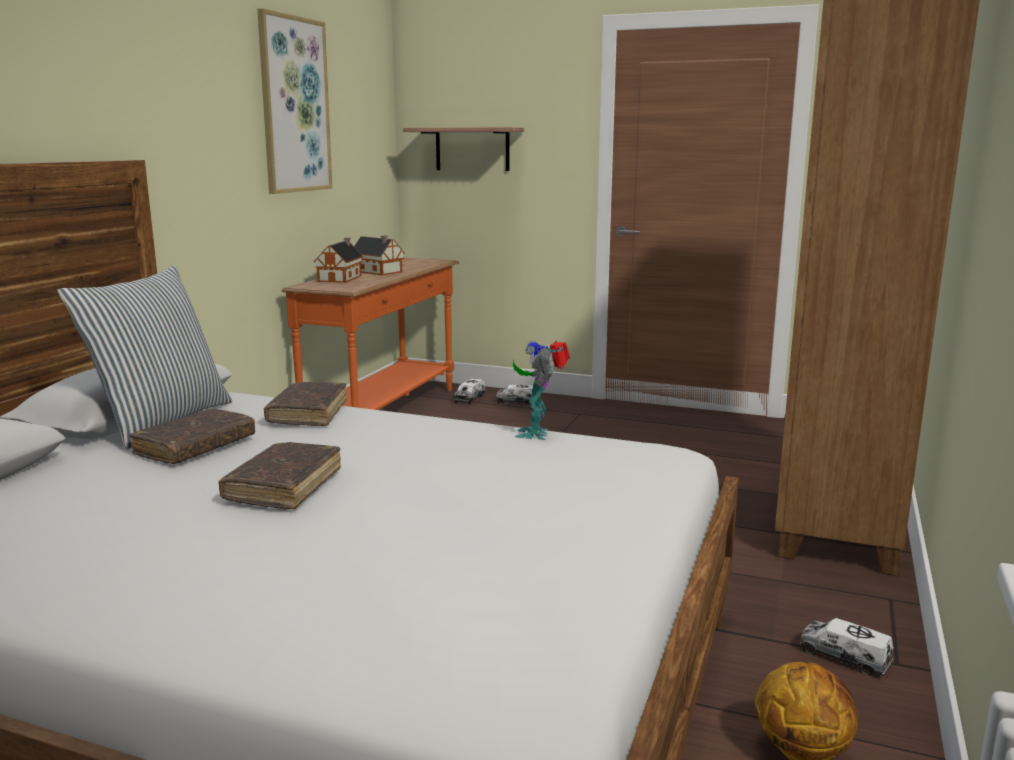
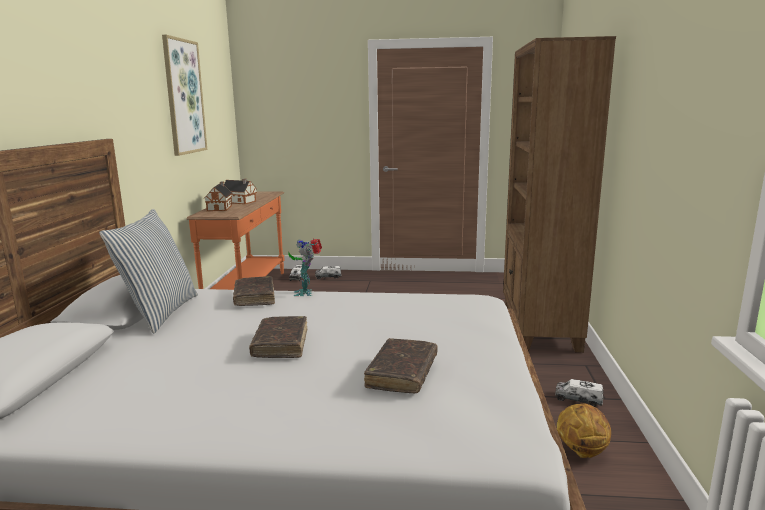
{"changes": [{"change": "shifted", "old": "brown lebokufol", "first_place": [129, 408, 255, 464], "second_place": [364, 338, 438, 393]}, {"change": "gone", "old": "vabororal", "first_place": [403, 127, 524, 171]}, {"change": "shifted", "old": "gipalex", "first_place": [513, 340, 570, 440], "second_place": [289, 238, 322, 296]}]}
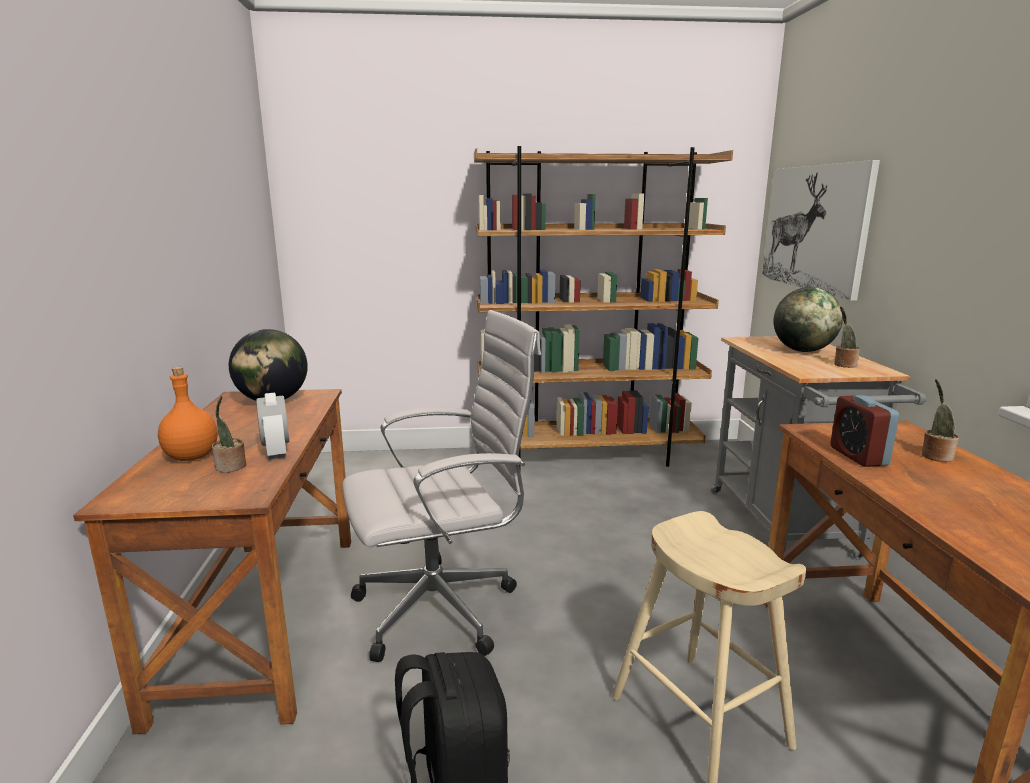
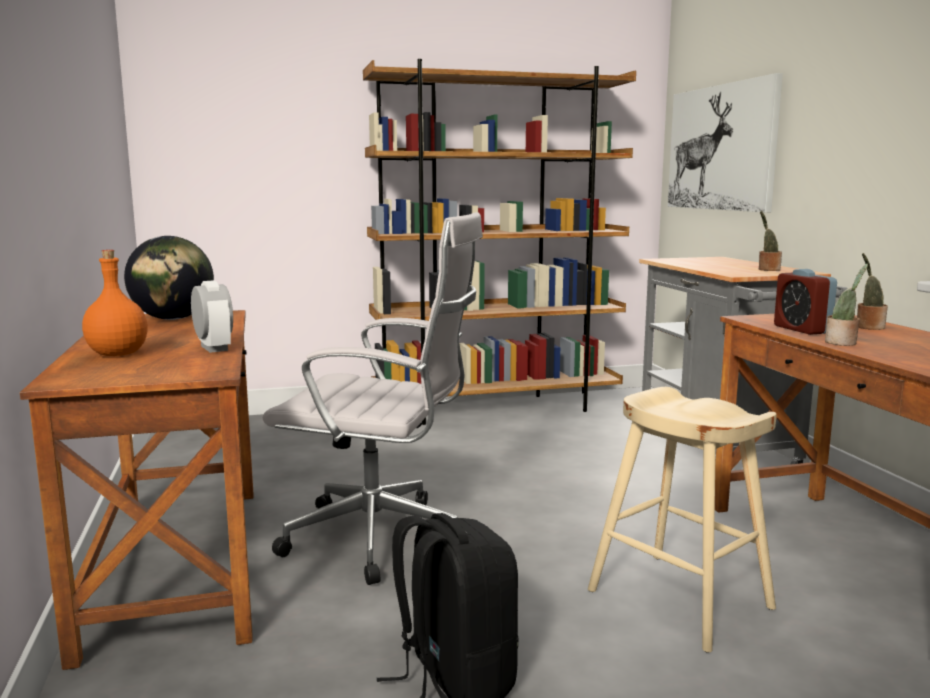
{"changes": [{"change": "shifted", "old": "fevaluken", "first_place": [212, 395, 246, 472], "second_place": [825, 264, 868, 346]}, {"change": "rotated", "old": "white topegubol", "first_place": [342, 310, 541, 662], "second_place": [263, 212, 483, 585], "degrees": 45}, {"change": "gone", "old": "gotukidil", "first_place": [773, 287, 843, 352]}]}
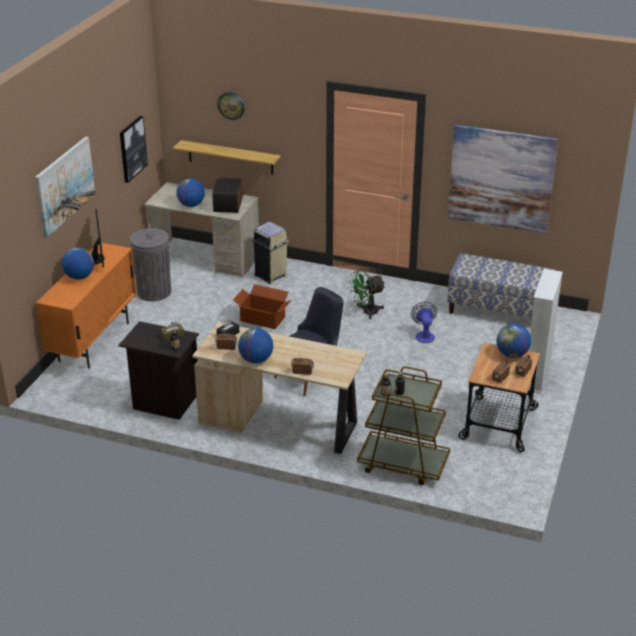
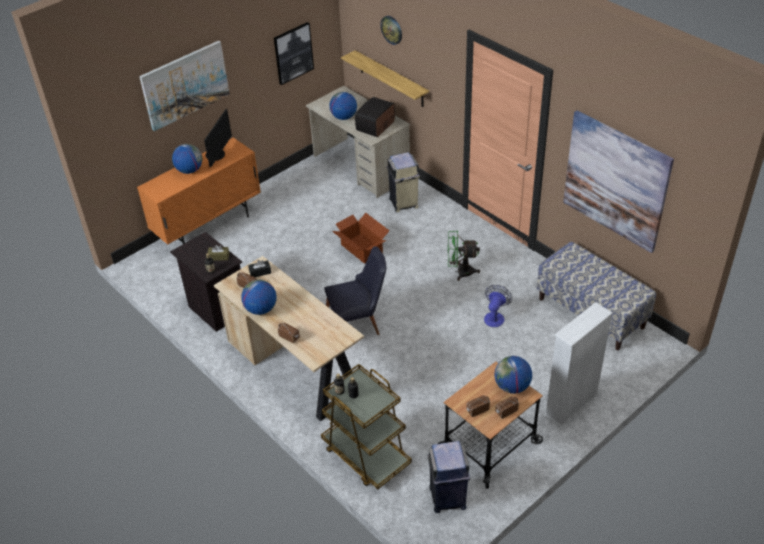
{"changes": [{"change": "gone", "old": "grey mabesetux", "first_place": [130, 228, 171, 301]}, {"change": "new", "new": "blue mabesetux", "second_place": [428, 441, 470, 513]}]}
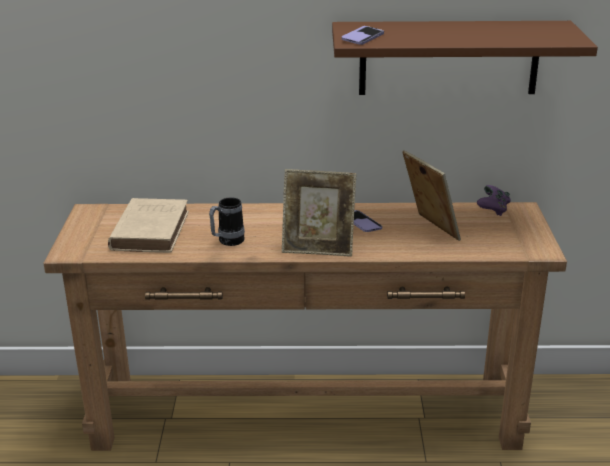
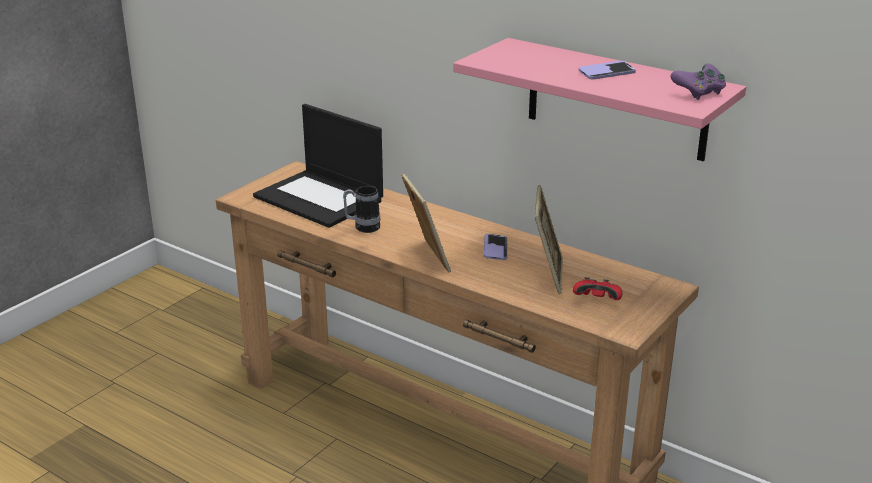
{"changes": [{"change": "swapped", "old": "beige lebokufol", "new": "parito", "first_place": [108, 198, 189, 253], "second_place": [253, 104, 383, 228]}, {"change": "rotated", "old": "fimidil", "first_place": [282, 169, 357, 257], "second_place": [401, 173, 451, 272], "degrees": -150}, {"change": "repainted", "old": "brown vabororal", "new": "pink vabororal", "first_place": [332, 21, 598, 95], "second_place": [453, 38, 746, 161]}, {"change": "shifted", "old": "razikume", "first_place": [342, 26, 384, 45], "second_place": [579, 61, 636, 79]}, {"change": "shifted", "old": "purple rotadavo", "first_place": [477, 185, 511, 216], "second_place": [671, 63, 726, 100]}, {"change": "new", "new": "red rotadavo", "second_place": [573, 277, 622, 300]}]}
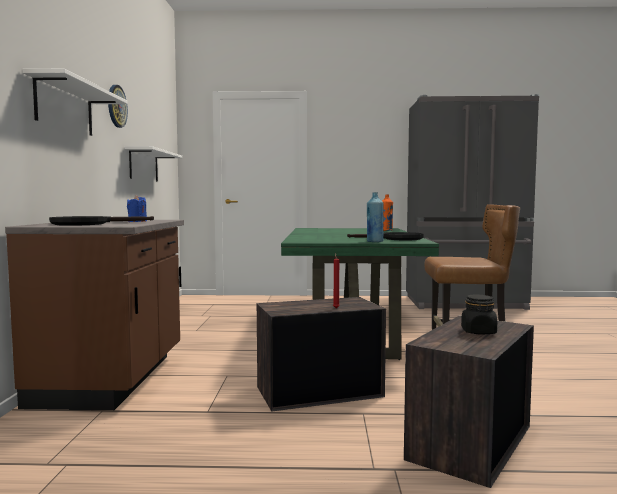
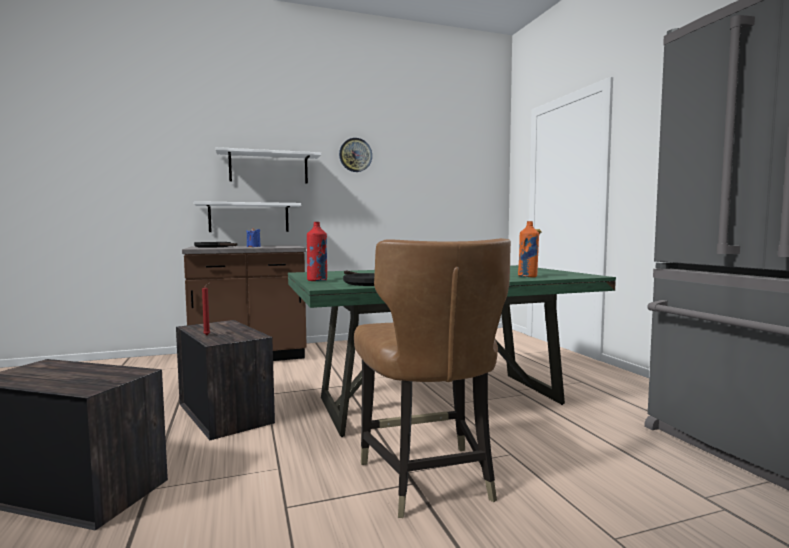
{"changes": [{"change": "shifted", "old": "white vabororal", "first_place": [125, 146, 182, 182], "second_place": [194, 201, 301, 232]}, {"change": "repainted", "old": "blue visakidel", "new": "red visakidel", "first_place": [367, 192, 384, 242], "second_place": [307, 222, 327, 281]}, {"change": "gone", "old": "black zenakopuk", "first_place": [461, 294, 497, 335]}]}
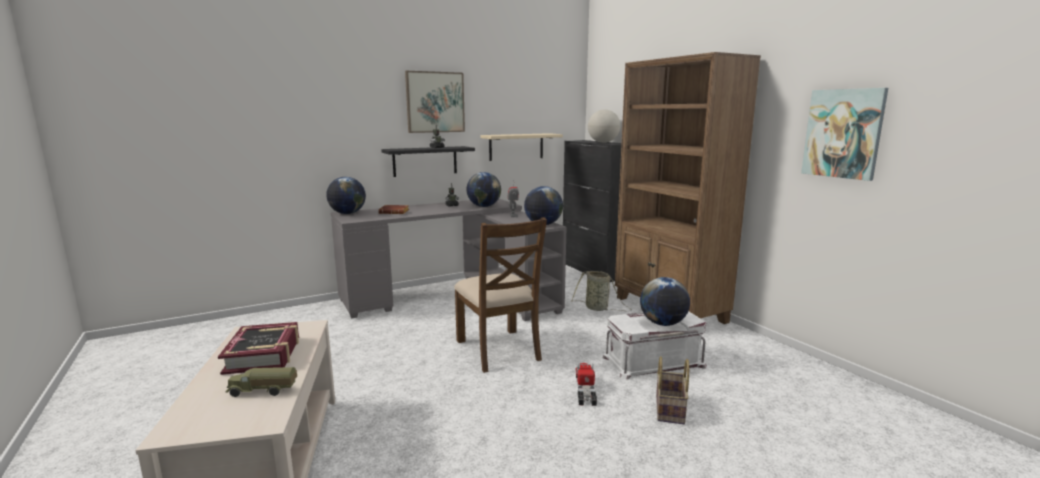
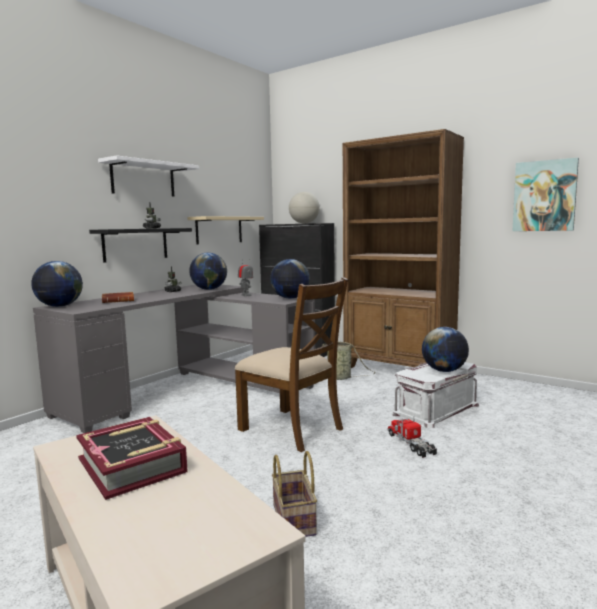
{"changes": [{"change": "gone", "old": "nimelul", "first_place": [225, 367, 297, 397]}, {"change": "swapped", "old": "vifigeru", "new": "white vabororal", "first_place": [405, 71, 465, 133], "second_place": [98, 155, 199, 197]}, {"change": "shifted", "old": "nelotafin", "first_place": [656, 356, 689, 424], "second_place": [272, 451, 317, 537]}]}
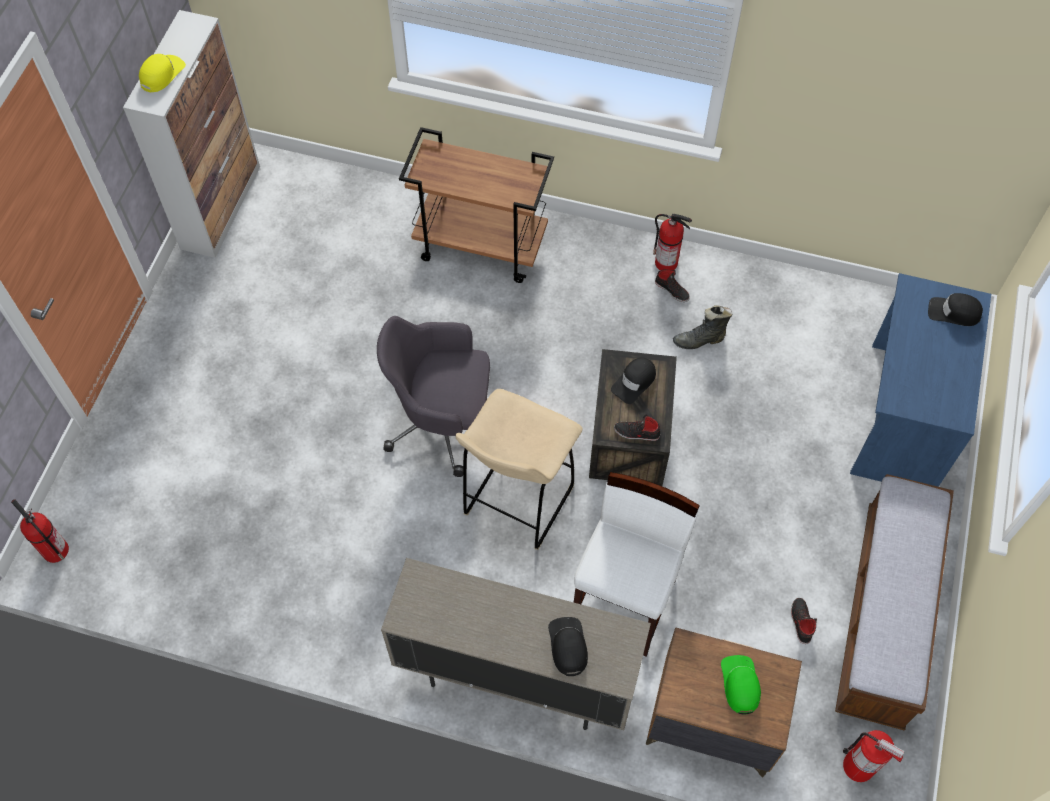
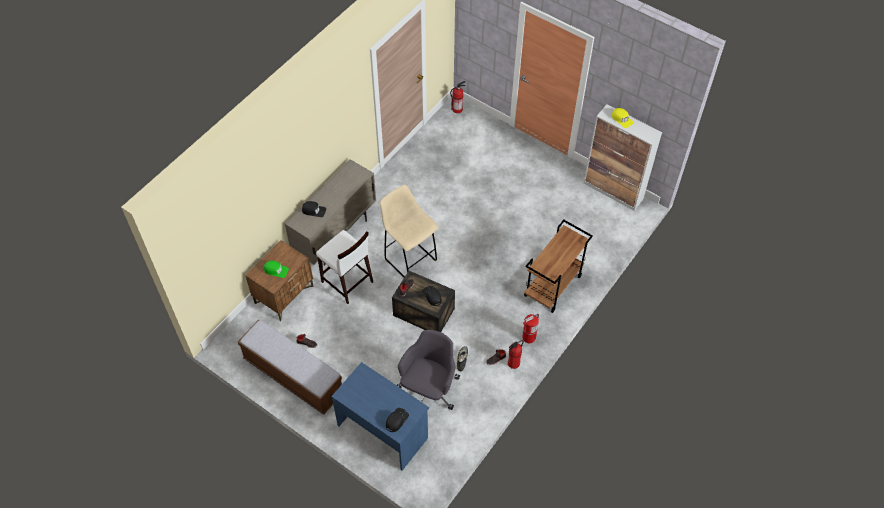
{"changes": [{"change": "shifted", "old": "grey topegubol", "first_place": [377, 316, 490, 477], "second_place": [397, 330, 460, 410]}, {"change": "shifted", "old": "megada", "first_place": [843, 730, 905, 782], "second_place": [522, 314, 539, 343]}]}
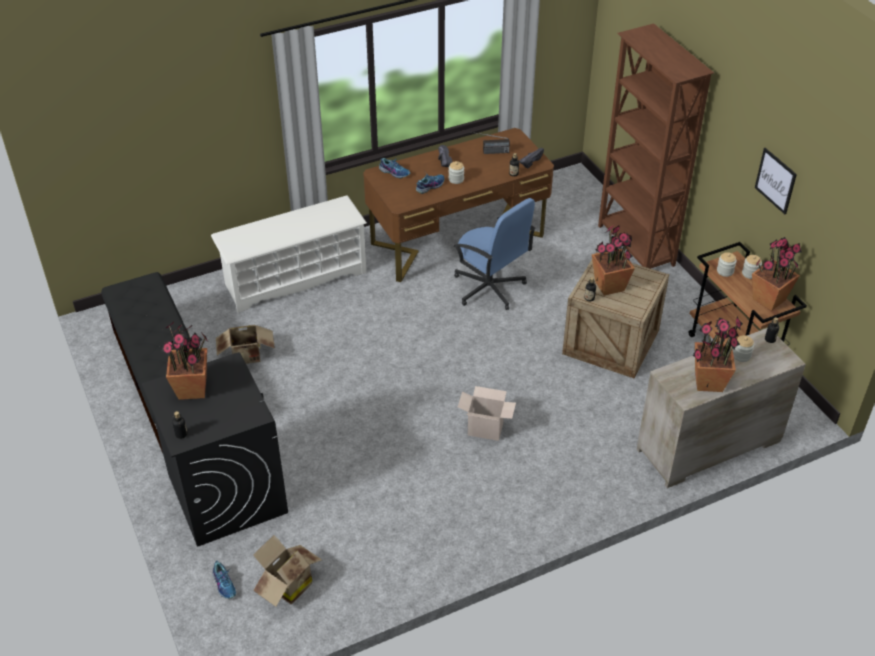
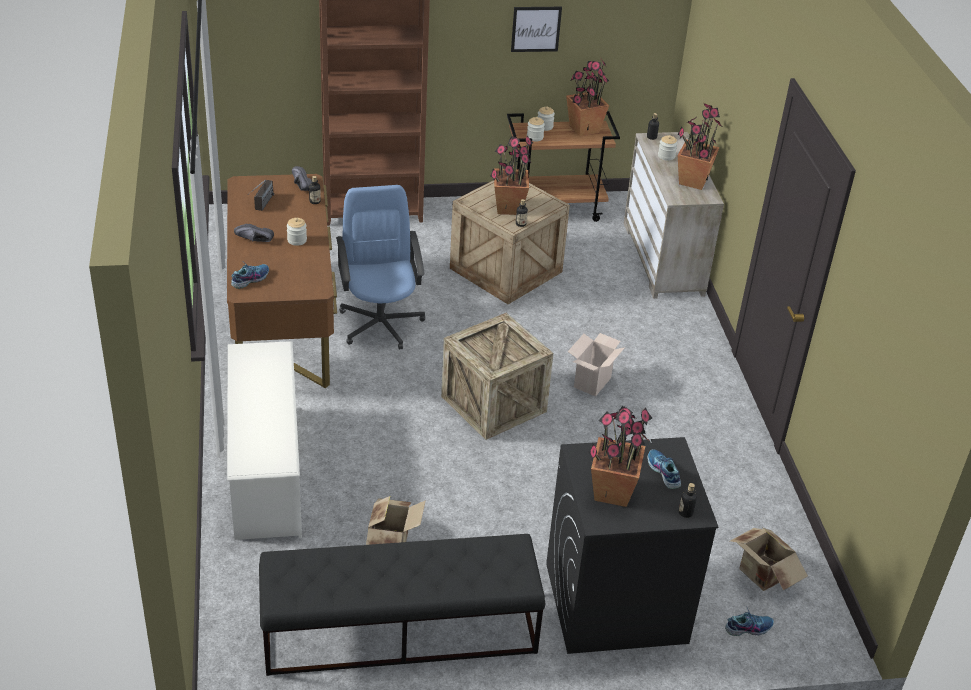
{"changes": [{"change": "shifted", "old": "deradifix", "first_place": [416, 172, 444, 194], "second_place": [647, 450, 681, 489]}, {"change": "rotated", "old": "blue topegubol", "first_place": [454, 198, 536, 310], "second_place": [336, 185, 425, 350], "degrees": -75}, {"change": "new", "new": "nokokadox", "second_place": [441, 313, 553, 440]}]}
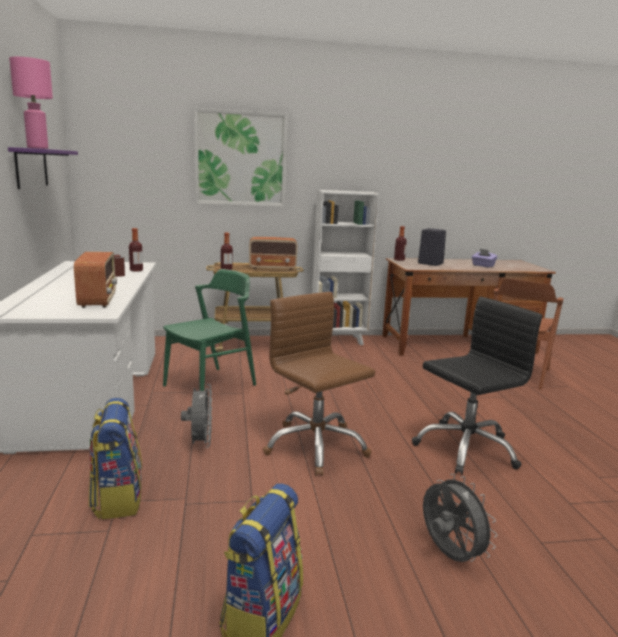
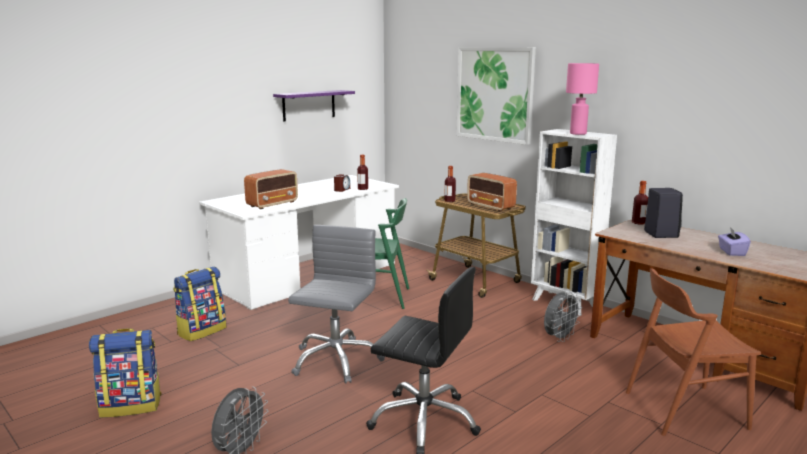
{"changes": [{"change": "shifted", "old": "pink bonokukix", "first_place": [9, 57, 53, 149], "second_place": [566, 63, 599, 135]}, {"change": "shifted", "old": "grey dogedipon", "first_place": [181, 384, 212, 448], "second_place": [544, 292, 582, 342]}, {"change": "repainted", "old": "brown topegubol", "new": "grey topegubol", "first_place": [263, 292, 375, 476], "second_place": [288, 225, 385, 384]}]}
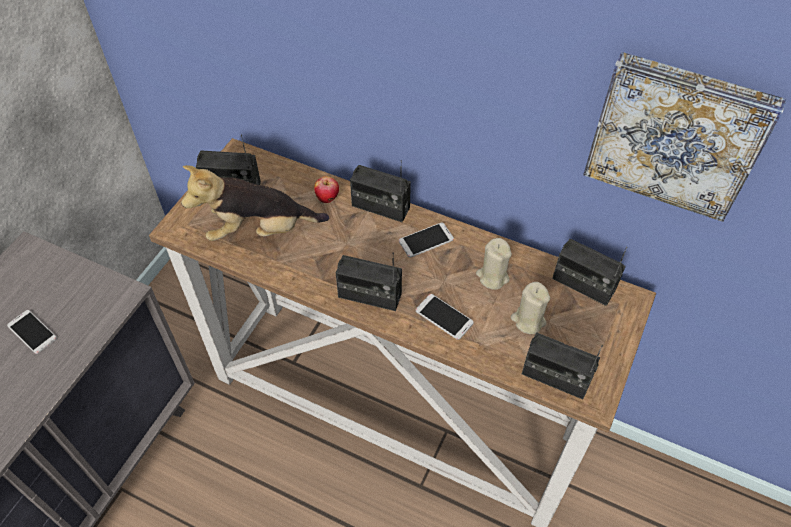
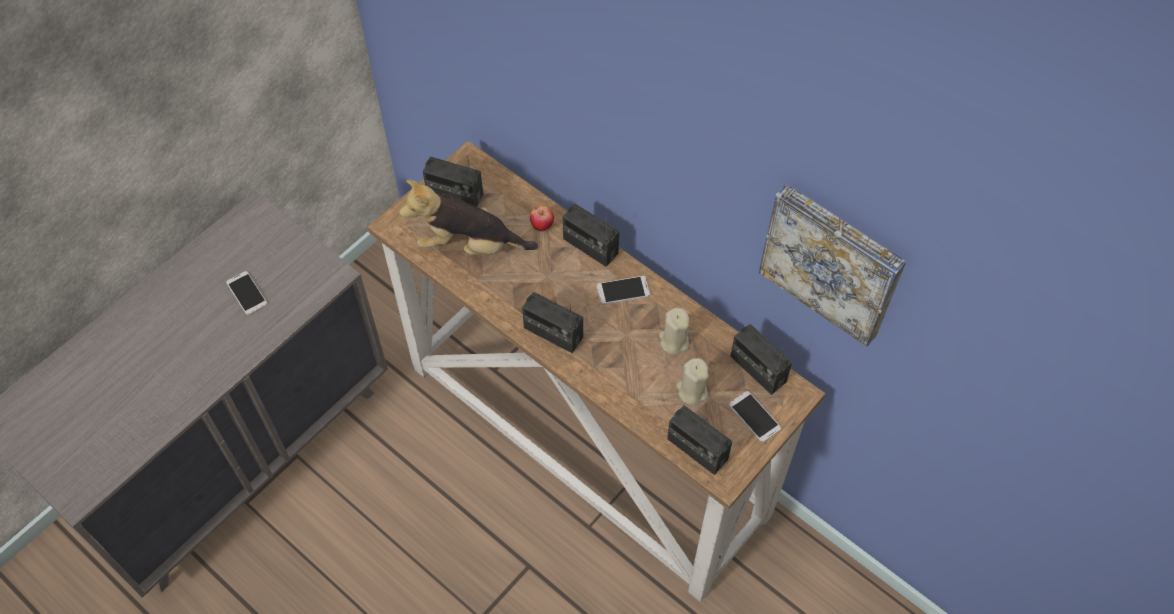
{"changes": [{"change": "shifted", "old": "razikume", "first_place": [416, 294, 474, 340], "second_place": [729, 391, 781, 442]}]}
